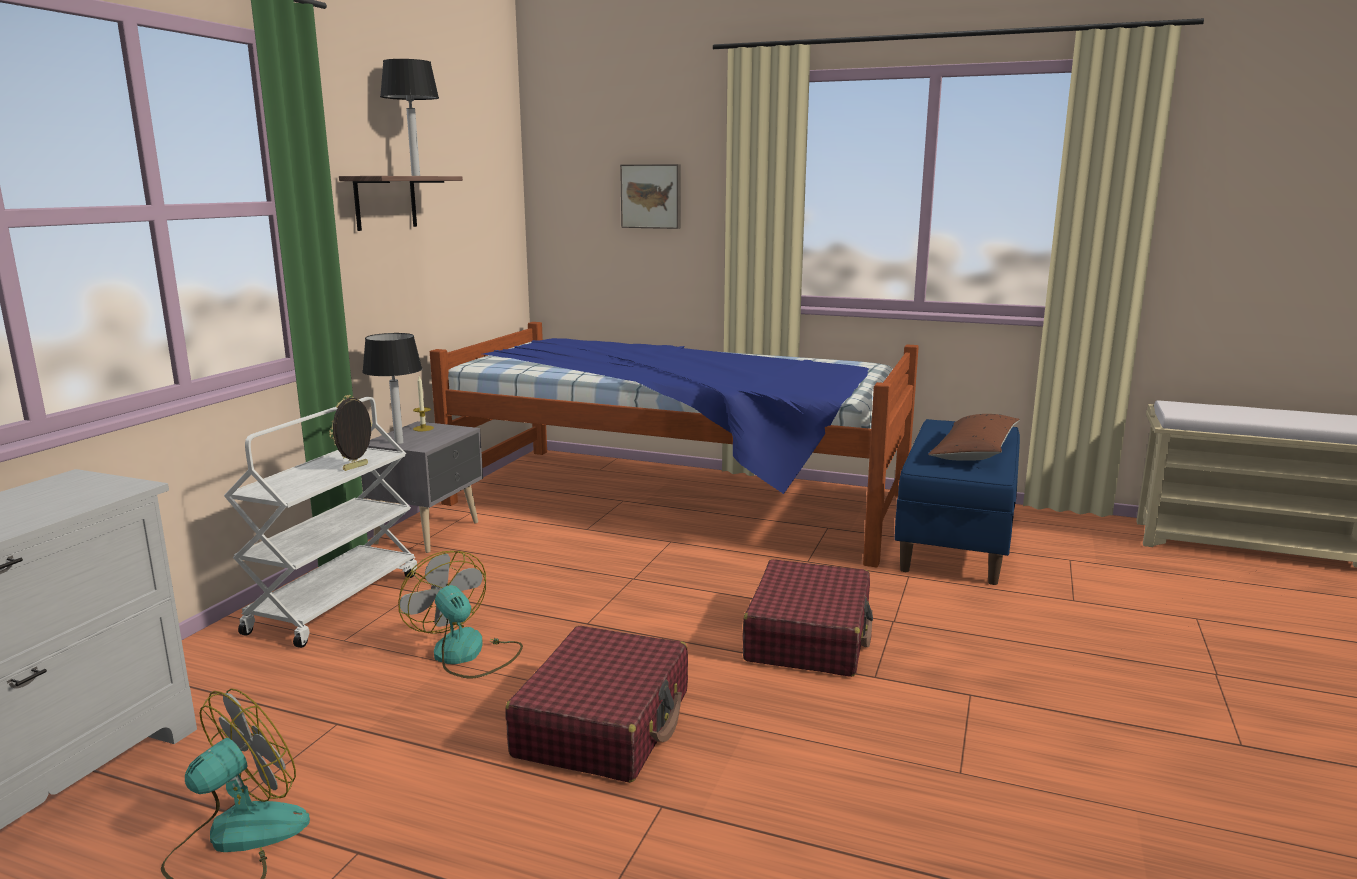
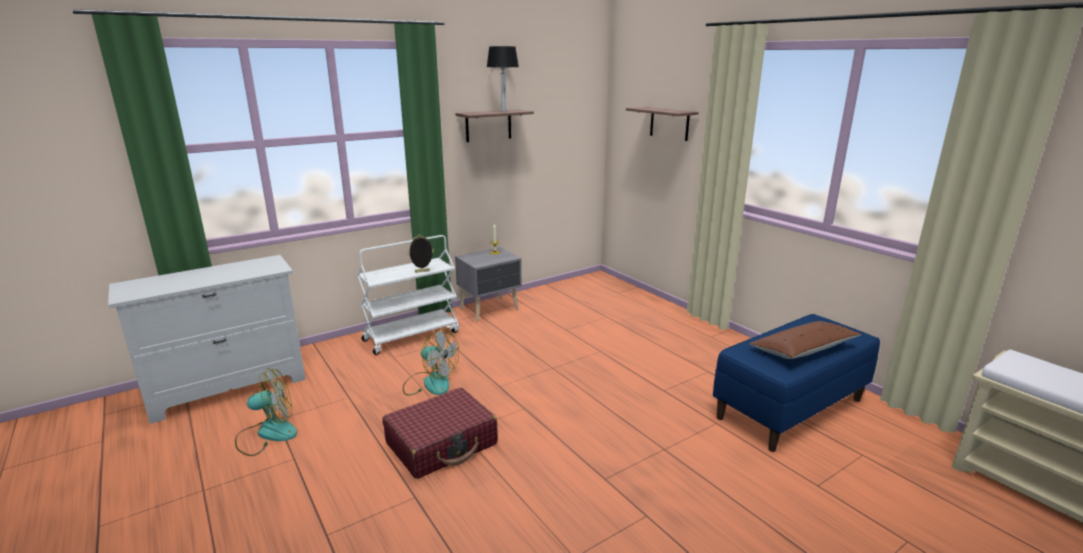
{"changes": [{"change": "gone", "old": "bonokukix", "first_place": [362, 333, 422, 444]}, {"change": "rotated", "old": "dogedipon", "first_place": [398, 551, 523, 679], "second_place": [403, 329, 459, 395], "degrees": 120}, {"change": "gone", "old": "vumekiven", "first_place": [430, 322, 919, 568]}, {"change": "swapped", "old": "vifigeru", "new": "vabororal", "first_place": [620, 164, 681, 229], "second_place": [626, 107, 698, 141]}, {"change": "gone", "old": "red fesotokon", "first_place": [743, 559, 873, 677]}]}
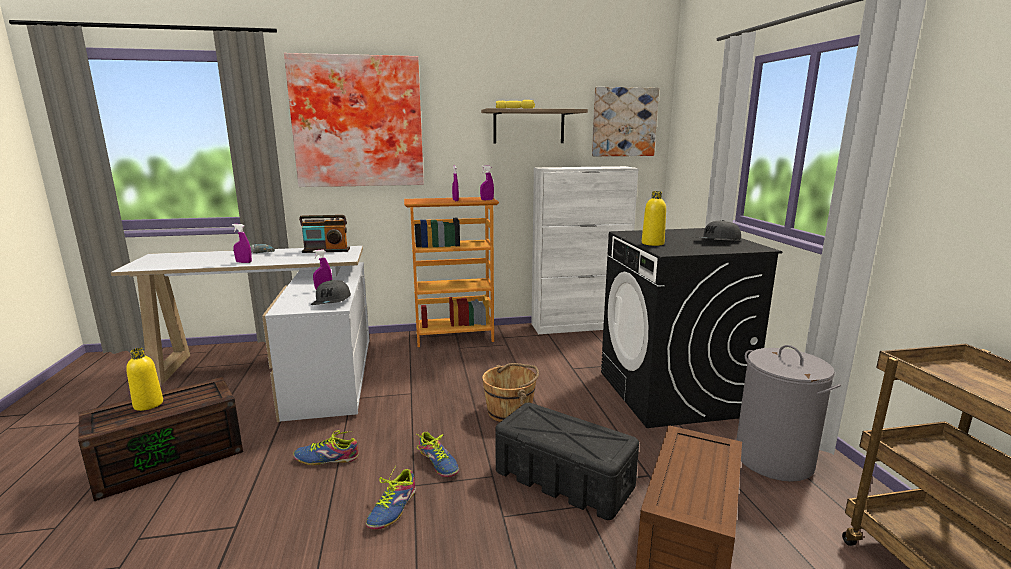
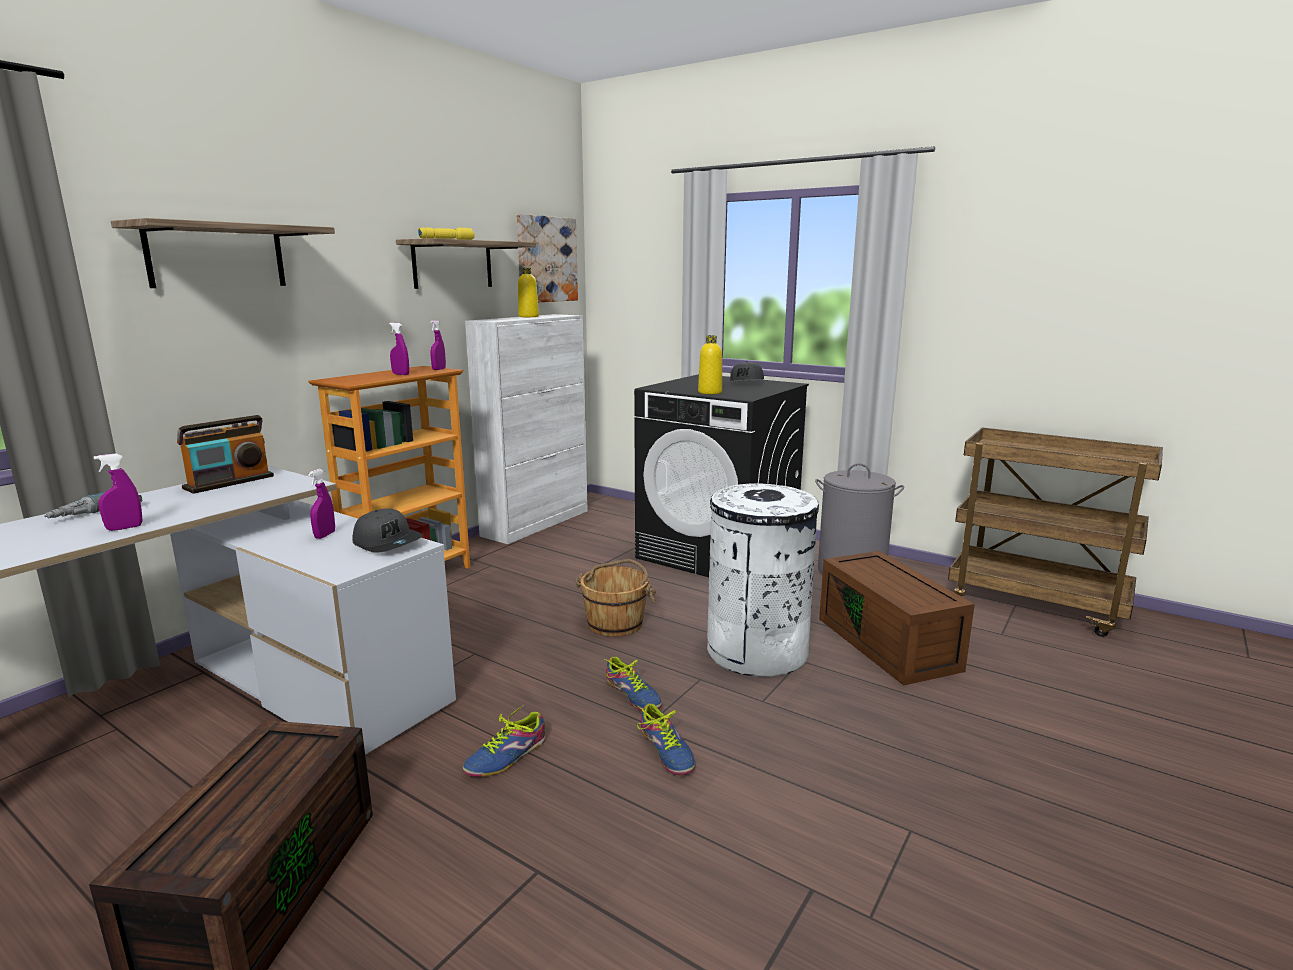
{"changes": [{"change": "shifted", "old": "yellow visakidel", "first_place": [126, 348, 163, 411], "second_place": [518, 268, 539, 317]}, {"change": "swapped", "old": "vifigeru", "new": "vabororal", "first_place": [284, 53, 424, 187], "second_place": [111, 218, 335, 288]}, {"change": "rotated", "old": "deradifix", "first_place": [417, 432, 459, 477], "second_place": [605, 657, 662, 711], "degrees": 45}, {"change": "swapped", "old": "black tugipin", "new": "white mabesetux", "first_place": [495, 403, 639, 520], "second_place": [707, 483, 819, 677]}]}
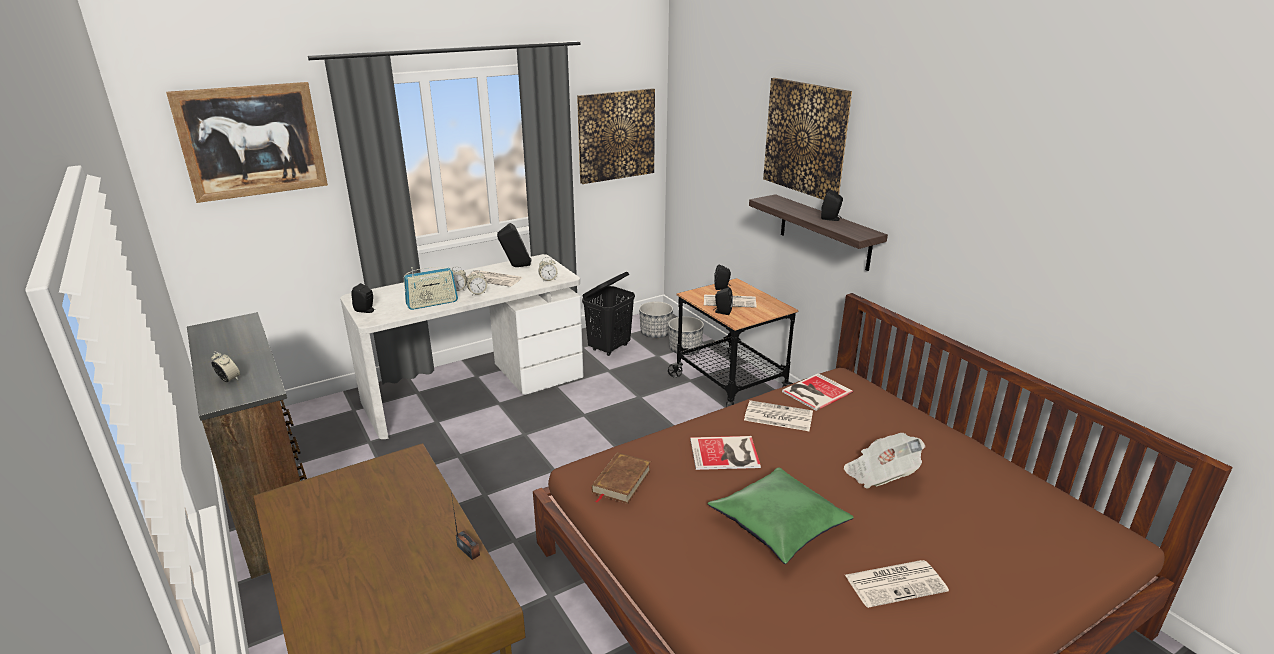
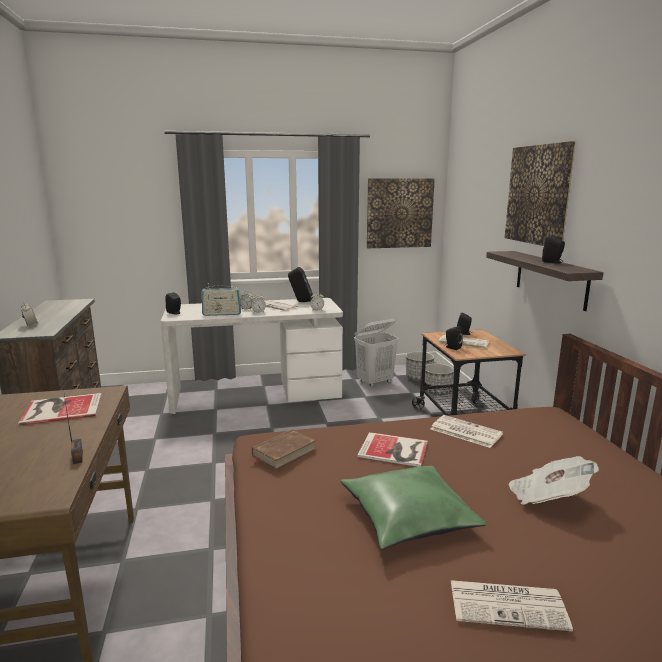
{"changes": [{"change": "gone", "old": "vifigeru", "first_place": [166, 82, 328, 203]}, {"change": "repainted", "old": "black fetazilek", "new": "white fetazilek", "first_place": [582, 272, 635, 356], "second_place": [354, 319, 398, 387]}, {"change": "shifted", "old": "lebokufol", "first_place": [782, 373, 853, 411], "second_place": [18, 393, 102, 425]}]}
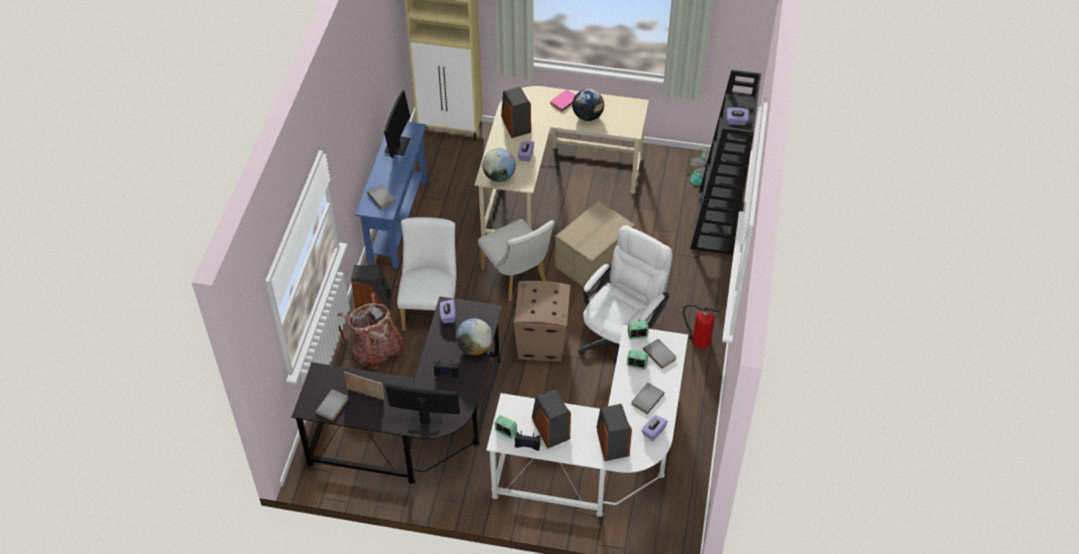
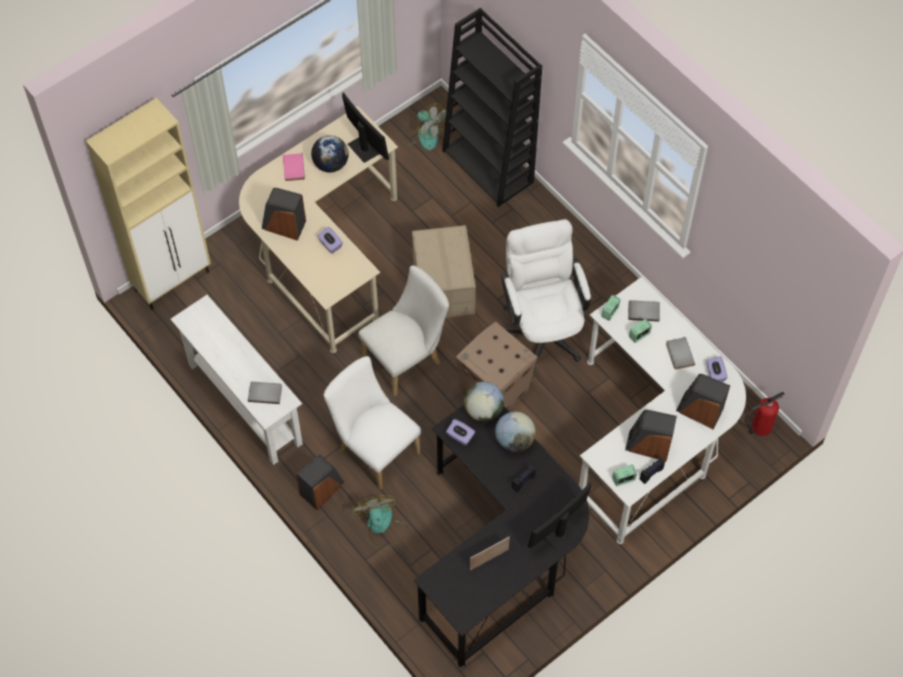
{"changes": [{"change": "gone", "old": "grey lebokufol", "first_place": [315, 389, 349, 421]}, {"change": "swapped", "old": "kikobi", "new": "dogedipon", "first_place": [337, 293, 403, 369], "second_place": [352, 495, 409, 548]}, {"change": "repainted", "old": "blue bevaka", "new": "white bevaka", "first_place": [355, 122, 427, 269], "second_place": [171, 295, 303, 465]}, {"change": "shifted", "old": "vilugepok", "first_place": [384, 90, 411, 158], "second_place": [342, 92, 389, 163]}, {"change": "rotated", "old": "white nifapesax", "first_place": [478, 219, 554, 301], "second_place": [358, 265, 449, 396], "degrees": -45}, {"change": "shifted", "old": "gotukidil", "first_place": [482, 148, 516, 182], "second_place": [464, 381, 504, 422]}, {"change": "shifted", "old": "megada", "first_place": [682, 304, 719, 349], "second_place": [745, 392, 785, 436]}, {"change": "gone", "old": "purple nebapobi", "first_place": [727, 107, 749, 125]}]}
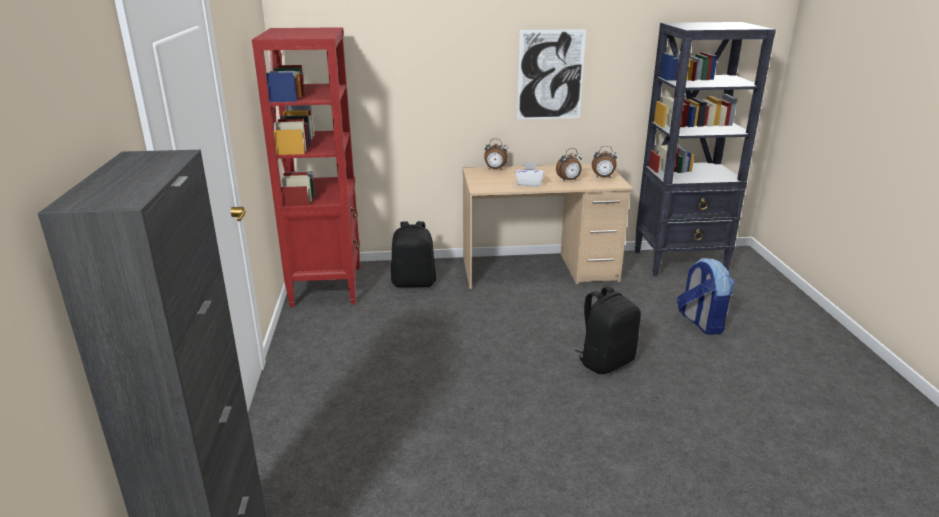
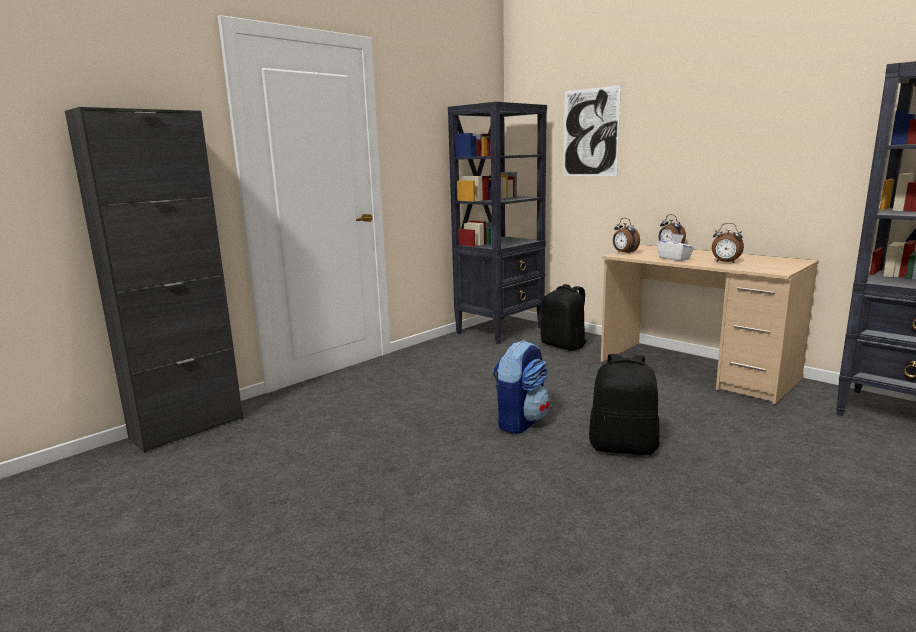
{"changes": [{"change": "repainted", "old": "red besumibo", "new": "black besumibo", "first_place": [252, 27, 360, 307], "second_place": [448, 102, 547, 344]}, {"change": "shifted", "old": "vifigeru", "first_place": [517, 29, 586, 119], "second_place": [563, 85, 621, 176]}, {"change": "shifted", "old": "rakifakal", "first_place": [592, 146, 617, 178], "second_place": [613, 218, 640, 254]}, {"change": "shifted", "old": "kikobi", "first_place": [677, 258, 734, 335], "second_place": [493, 340, 550, 434]}]}
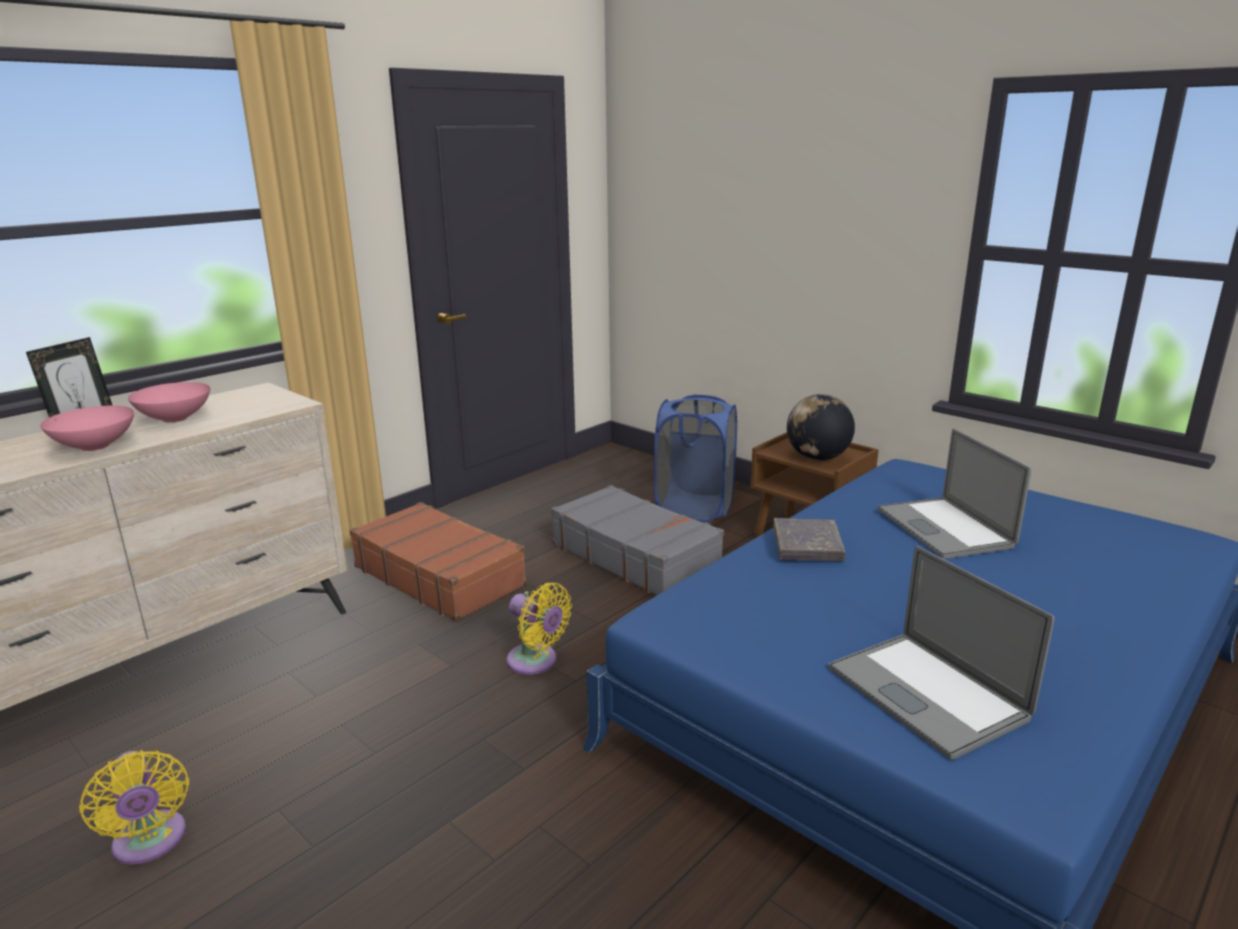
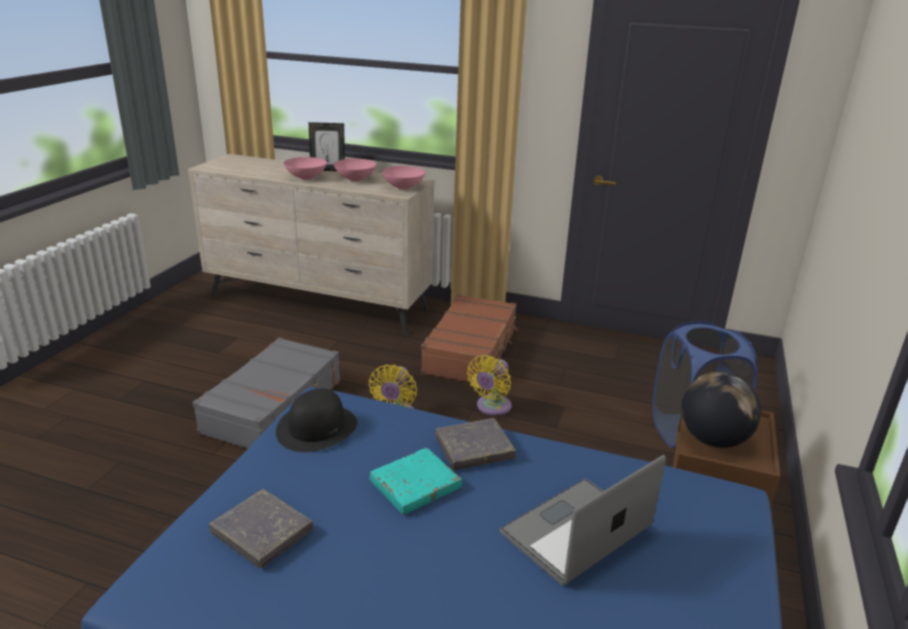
{"changes": [{"change": "shifted", "old": "yellow dogedipon", "first_place": [79, 750, 189, 864], "second_place": [467, 355, 512, 416]}, {"change": "shifted", "old": "grey fesotokon", "first_place": [551, 485, 724, 595], "second_place": [193, 337, 340, 448]}, {"change": "swapped", "old": "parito", "new": "grey lebokufol", "first_place": [828, 546, 1054, 760], "second_place": [209, 489, 314, 568]}, {"change": "new", "new": "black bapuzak", "second_place": [276, 388, 357, 452]}, {"change": "new", "new": "turquoise lebokufol", "second_place": [370, 448, 462, 514]}, {"change": "new", "new": "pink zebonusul", "second_place": [382, 166, 426, 190]}]}
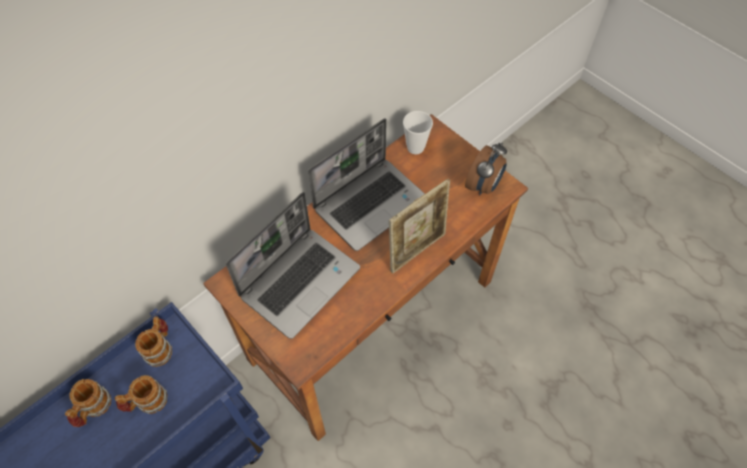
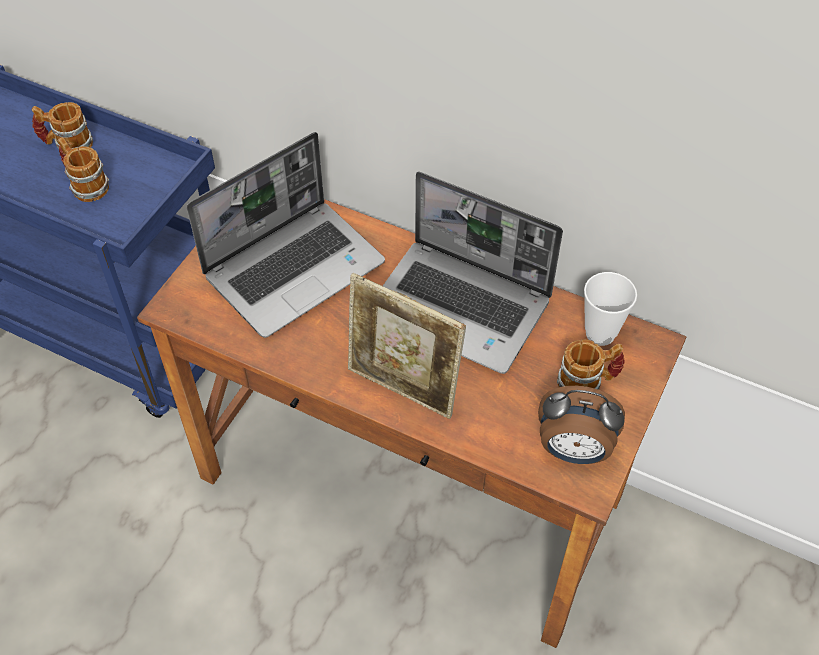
{"changes": [{"change": "shifted", "old": "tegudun", "first_place": [135, 316, 172, 367], "second_place": [557, 339, 625, 390]}, {"change": "rotated", "old": "parito", "first_place": [226, 192, 360, 339], "second_place": [187, 132, 385, 338], "degrees": -60}]}
